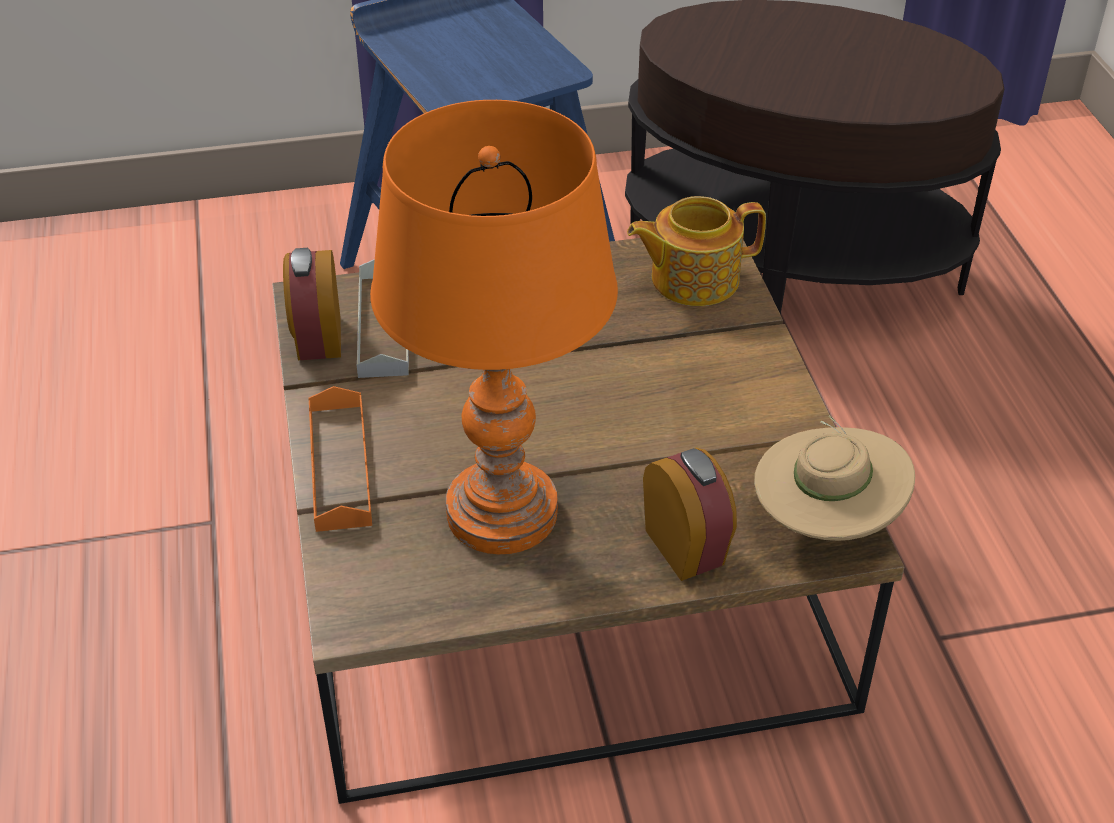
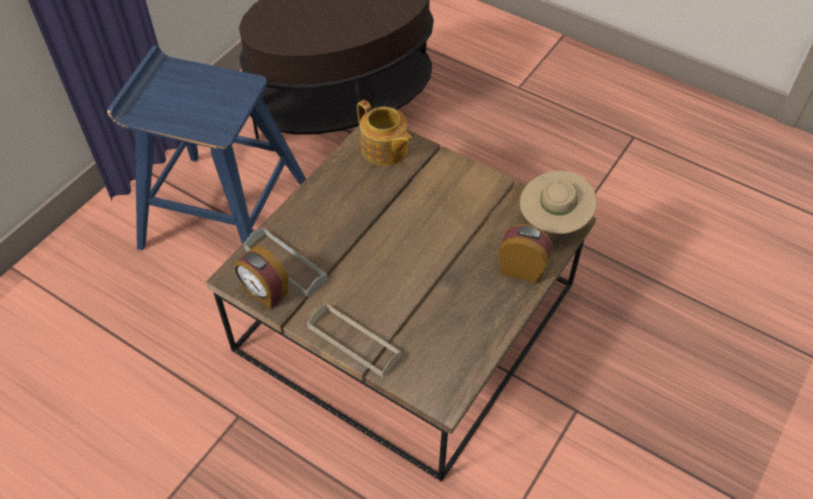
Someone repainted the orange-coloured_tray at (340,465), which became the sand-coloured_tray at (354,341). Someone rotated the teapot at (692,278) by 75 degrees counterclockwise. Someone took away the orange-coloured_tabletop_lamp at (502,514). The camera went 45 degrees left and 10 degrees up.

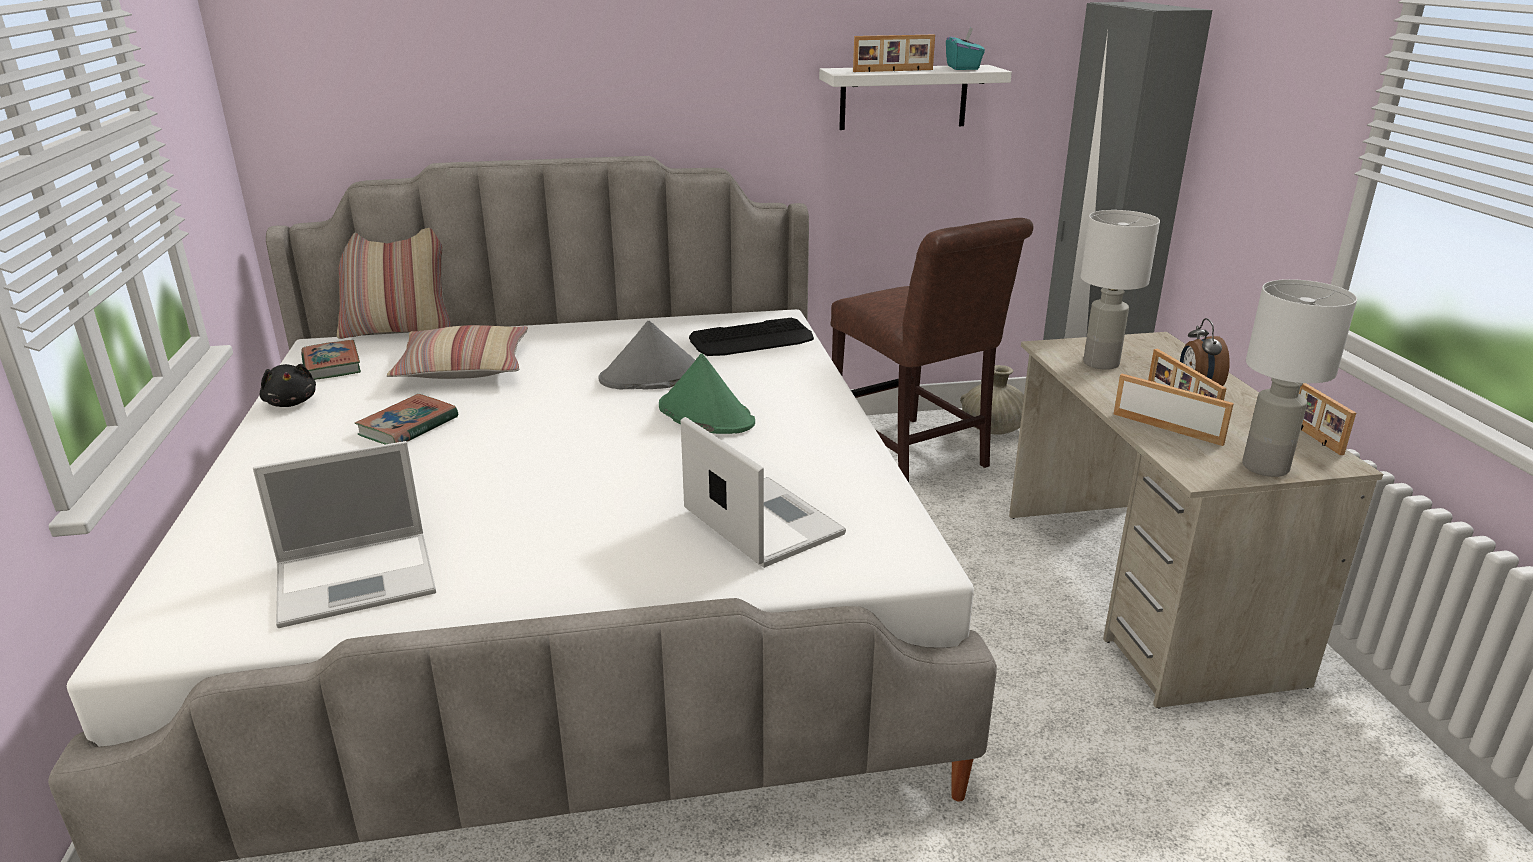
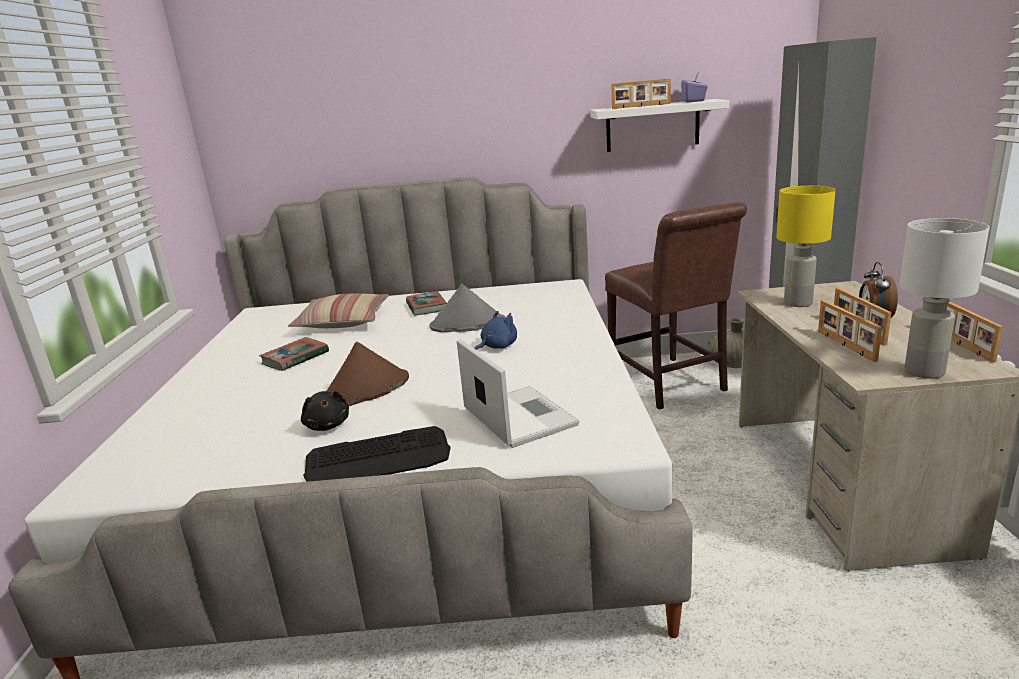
Someone carried the black-coloured_cuddly_toy from (291,402) to (327,425). Someone carried the computer_keyboard from (752,339) to (378,459). Someone put down the brownish_clothing_hat at (366,390). Someone carried the book from (331,365) to (426,307). Someone swapped the green_clothing_hat at (705,415) for the blue-coloured_cuddly_toy at (497,347). Someone repainted the turquoise-coloured_tissue_box at (963,68), which became the purple_tissue_box at (694,101). Someone repainted the white_tabletop_lamp at (1101,364), which became the yellow_tabletop_lamp at (798,303). Someone rotated the picture_frame at (1167,428) by 150 degrees counterclockwise. Someone took away the laptop at (359,578). Someone took away the pillow at (399,331). The camera went 10 degrees right and 5 degrees down.

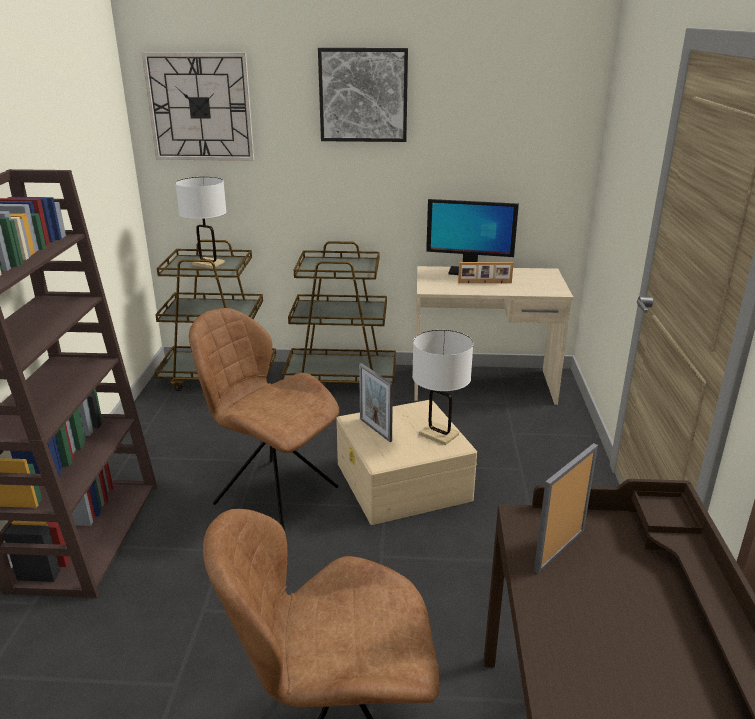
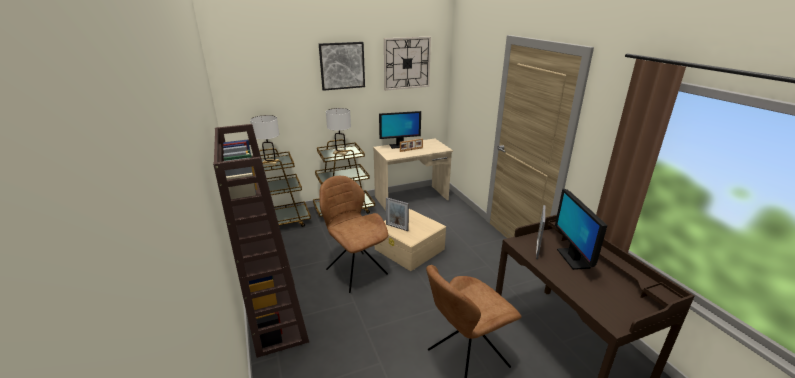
Someone rotated the brownish_plain_chair at (273,494) by 45 degrees clockwise. Someone carried the white_tabletop_lamp from (439,434) to (340,152). Someone carried the clock_on_the_wall from (200,107) to (407,63). Someone put down the monitor at (572,258). The camera went 25 degrees left and 0 degrees up.

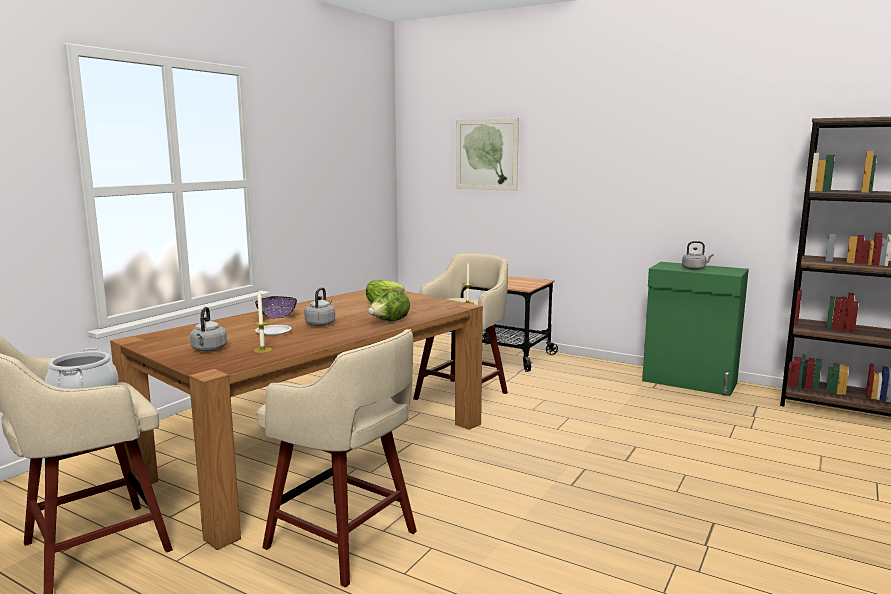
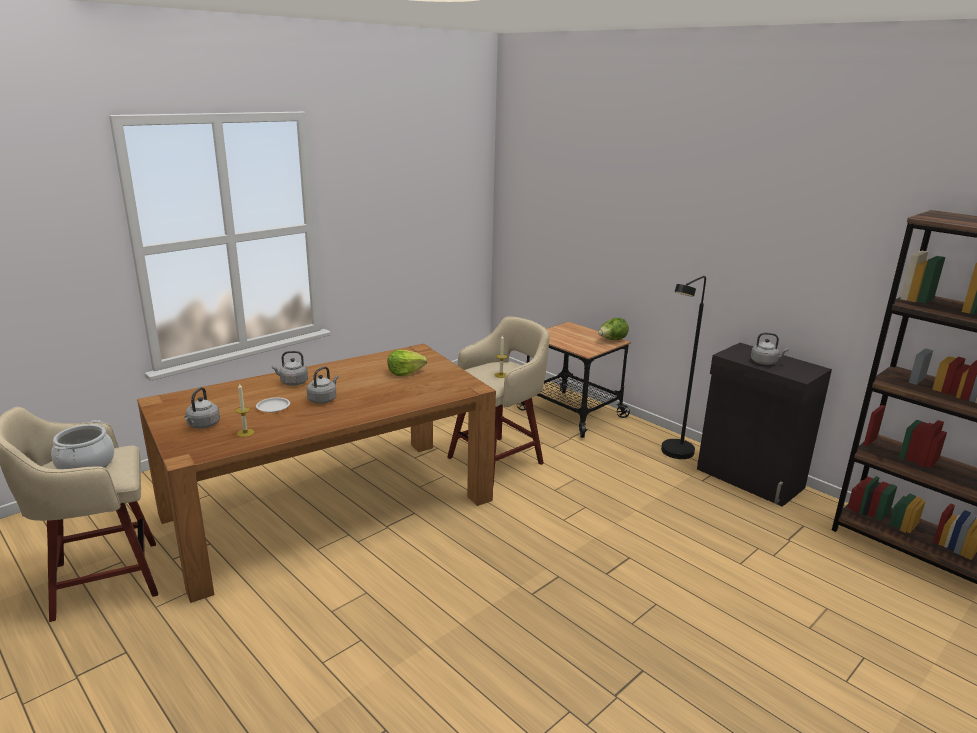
Someone swapped the purple_deep_dish at (275,317) for the greyish_water_kettle at (292,382). Someone carried the head_of_lettuce from (389,322) to (612,340). Someone put down the black-coloured_standing_lamp at (673,454). Someone repainted the green_cupboard at (689,382), which became the black-coloured_cupboard at (749,479). Someone took away the sand-coloured_stool at (344,541). Someone took away the wall_picture at (486,154). The camera went 15 degrees right and 10 degrees up.

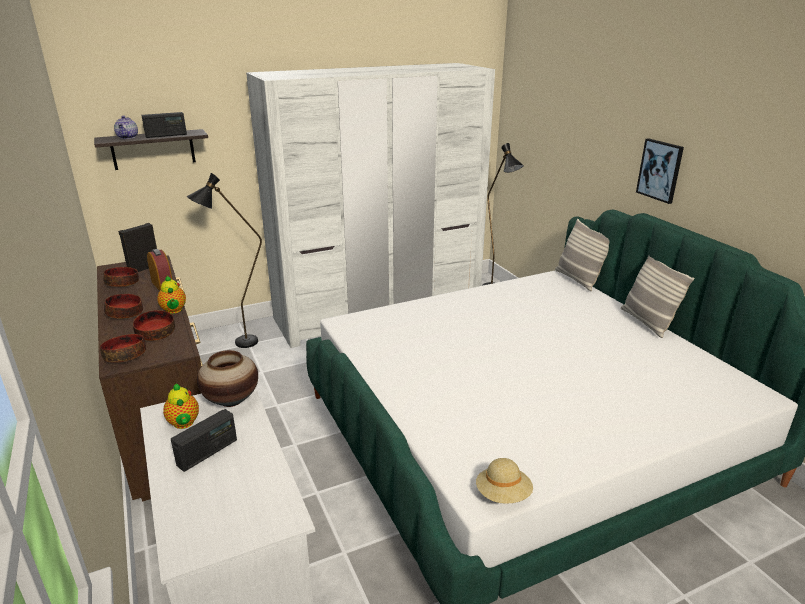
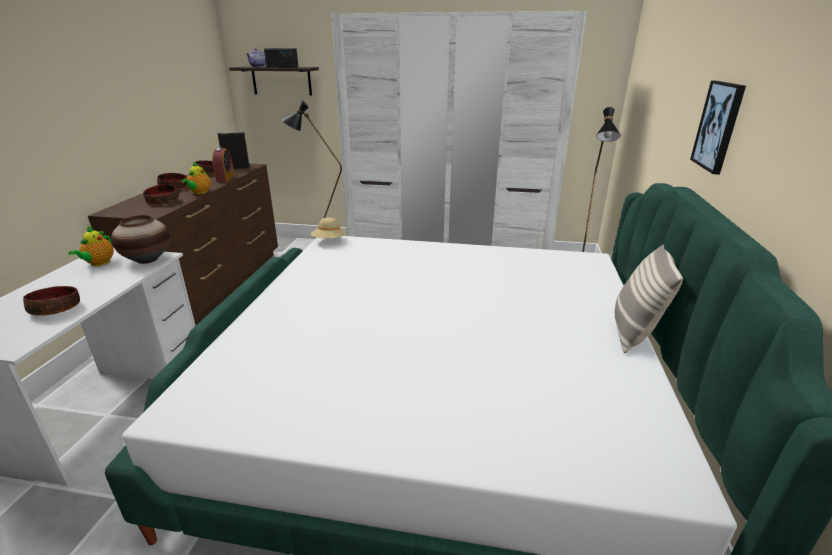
Someone carried the deep_dish from (126,356) to (56,309). Someone carried the sand-coloured_clothing_hat from (503,495) to (329,241). Someone took away the radio_receiver at (207,452). Someone took away the pillow at (578,279). The camera went 35 degrees right and 0 degrees up.

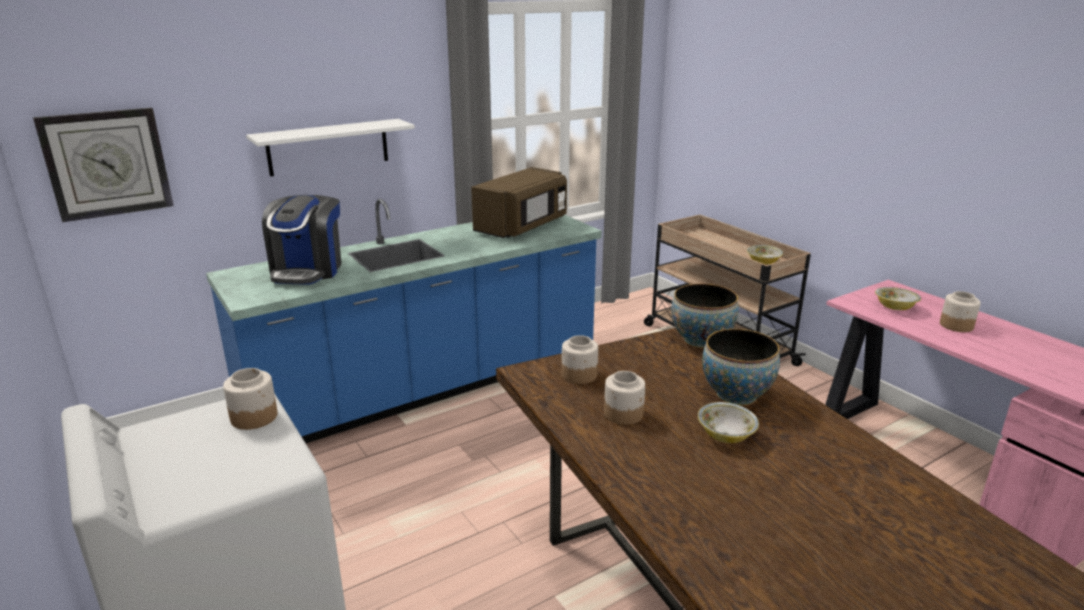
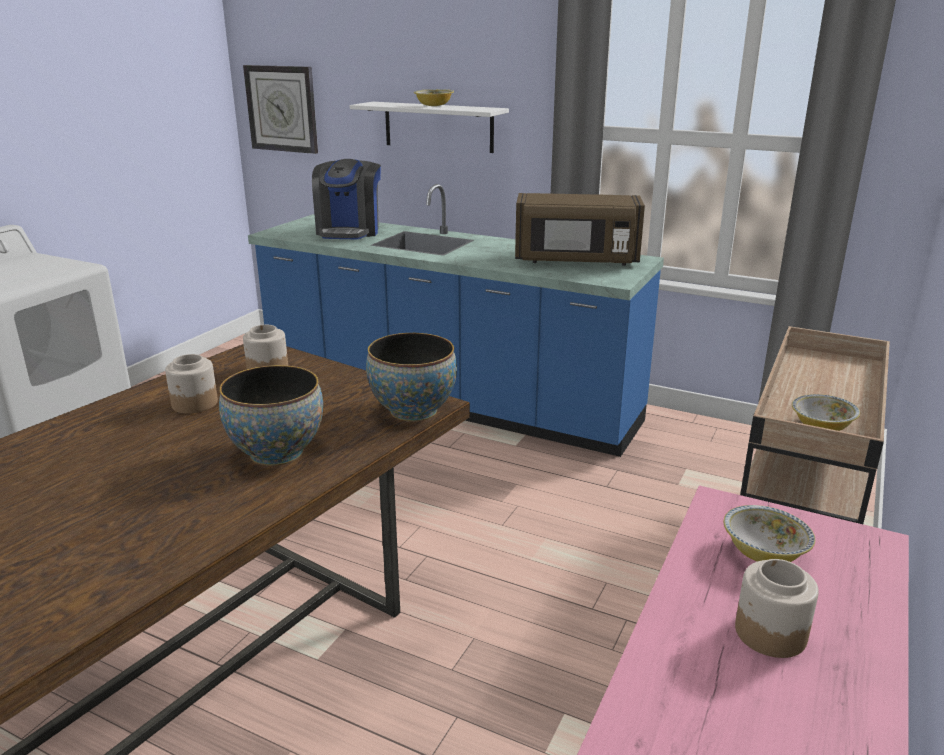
Someone rotated the coffee_brewer at (307,270) by 60 degrees counterclockwise. Someone carried the deep_dish from (726,435) to (434,106). Someone took away the storage_jar at (254,417). The camera went 60 degrees right and 0 degrees up.

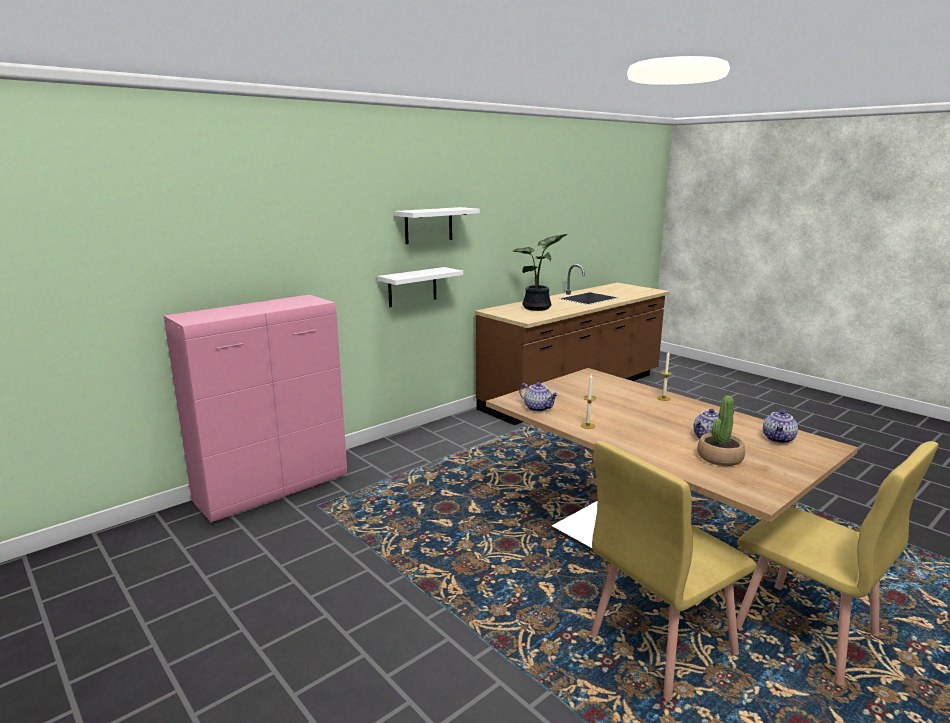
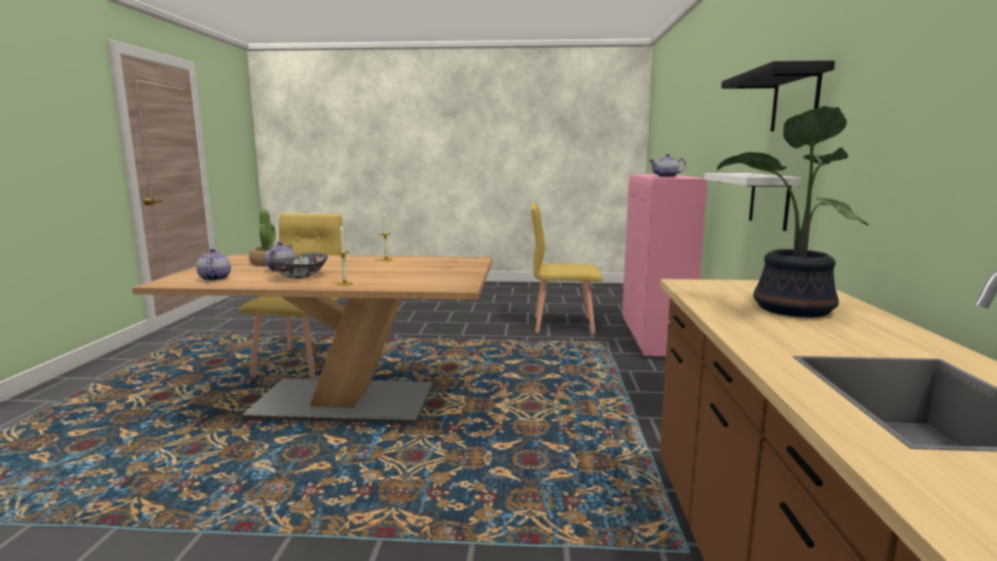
Someone put down the deep_dish at (300,276). Someone carried the yellow_plain_chair from (806,632) to (562,324). Someone carried the teapot from (538,408) to (666,177). Someone repainted the white_shelf at (428,225), which became the black-coloured_shelf at (795,100). The camera went 135 degrees right and 5 degrees down.

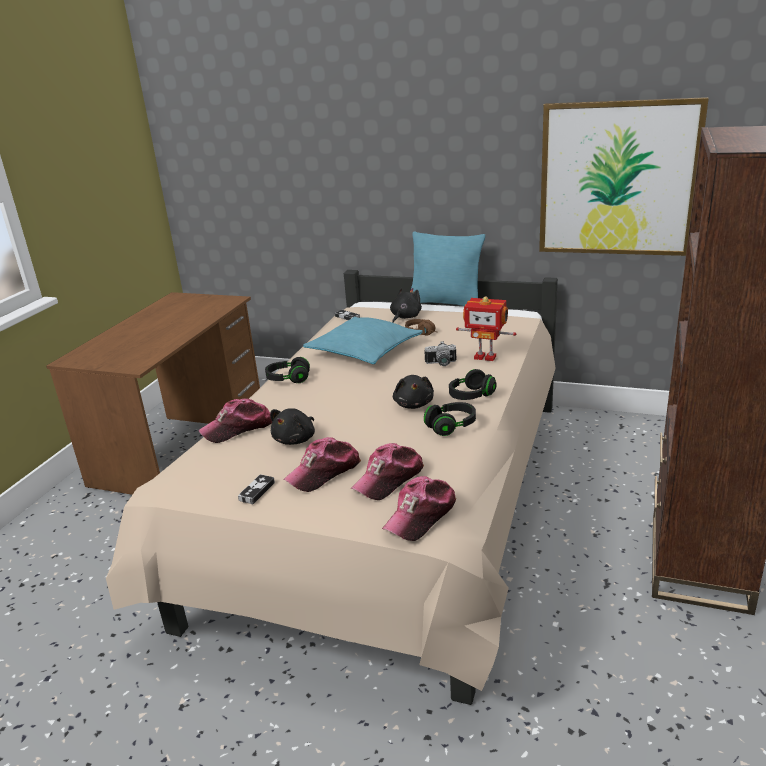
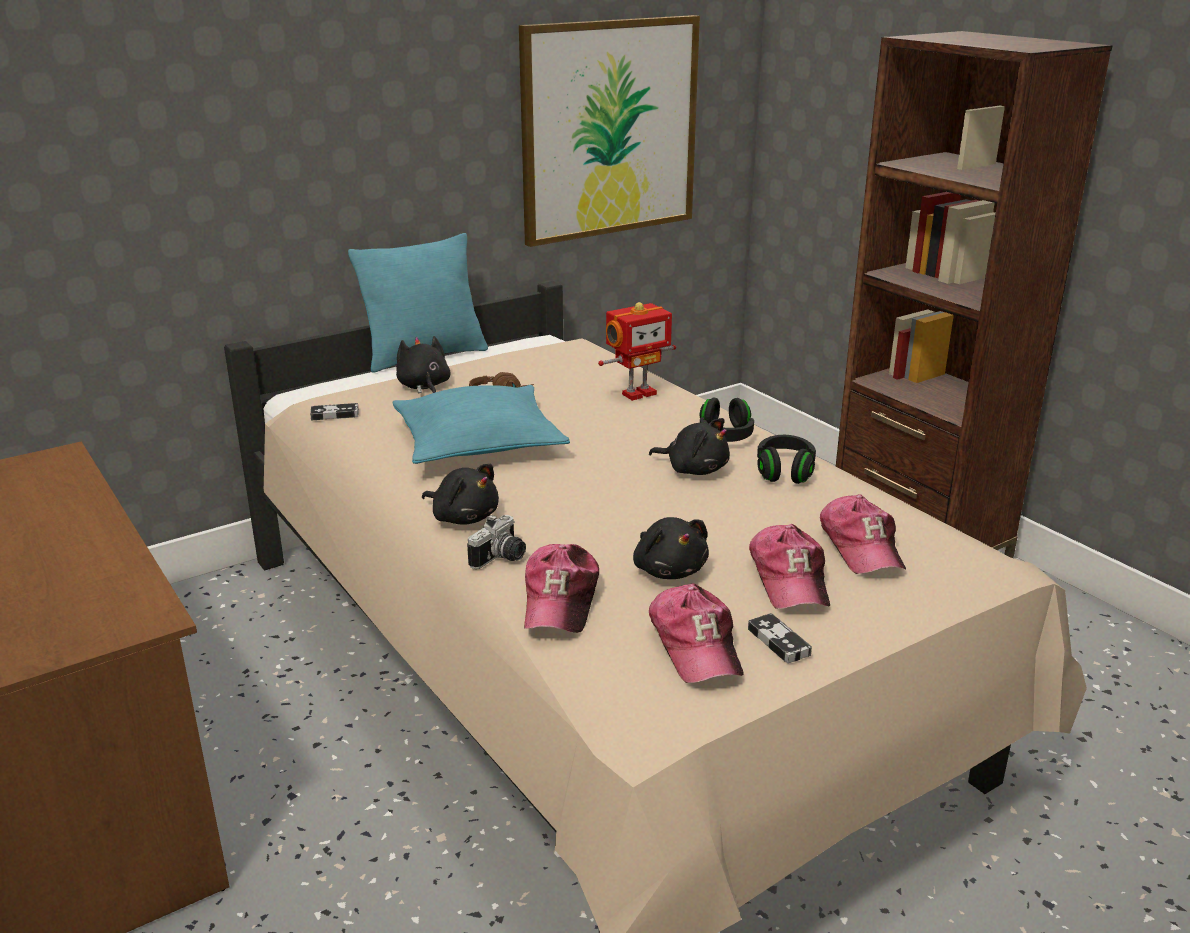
Someone swapped the black-coloured_headphones at (288,379) for the black-coloured_cuddly_toy at (463,517). Someone carried the photo_camera from (441,364) to (501,559). Someone carried the baseball_cap from (421,516) to (696,645). The camera went 55 degrees left and 0 degrees up.

